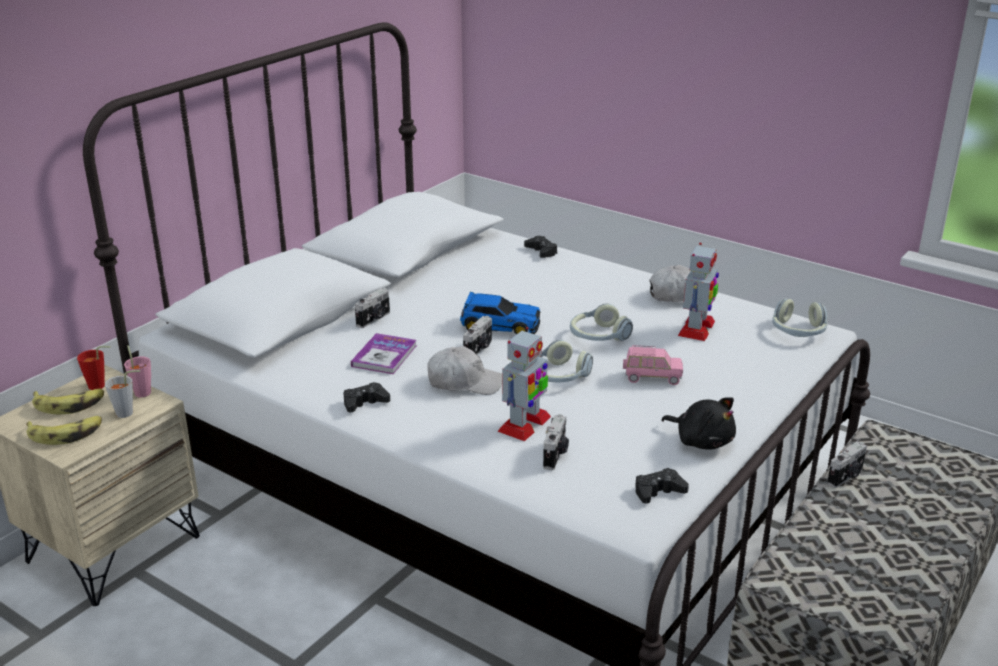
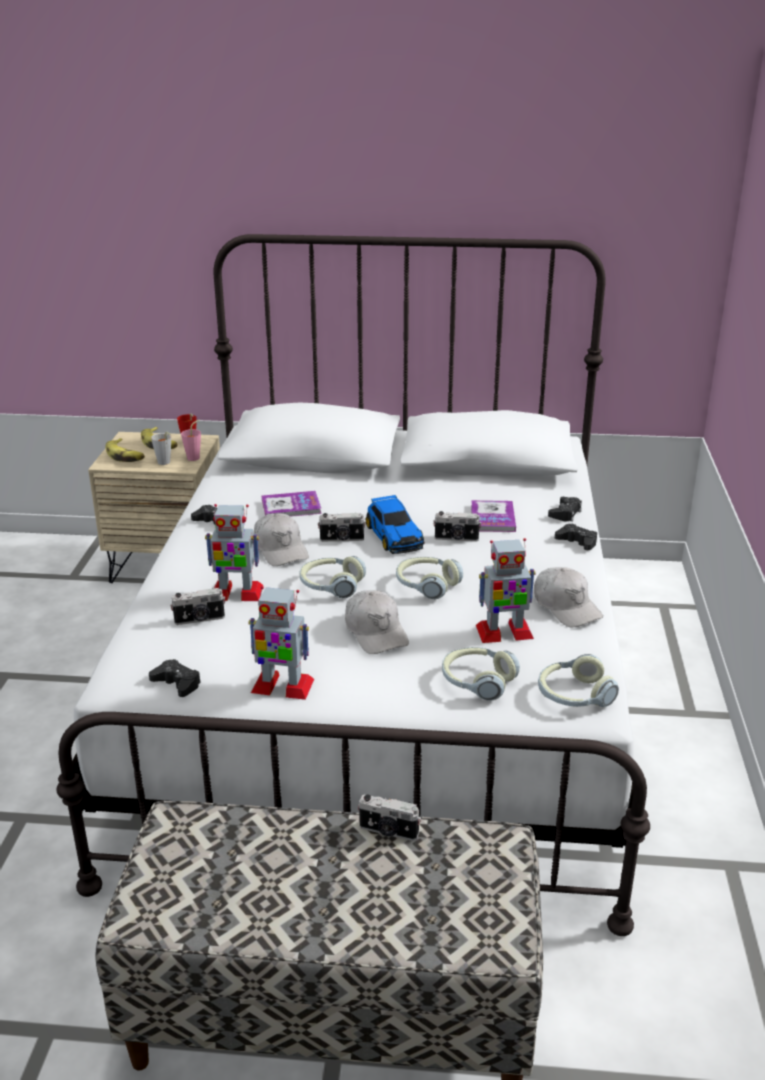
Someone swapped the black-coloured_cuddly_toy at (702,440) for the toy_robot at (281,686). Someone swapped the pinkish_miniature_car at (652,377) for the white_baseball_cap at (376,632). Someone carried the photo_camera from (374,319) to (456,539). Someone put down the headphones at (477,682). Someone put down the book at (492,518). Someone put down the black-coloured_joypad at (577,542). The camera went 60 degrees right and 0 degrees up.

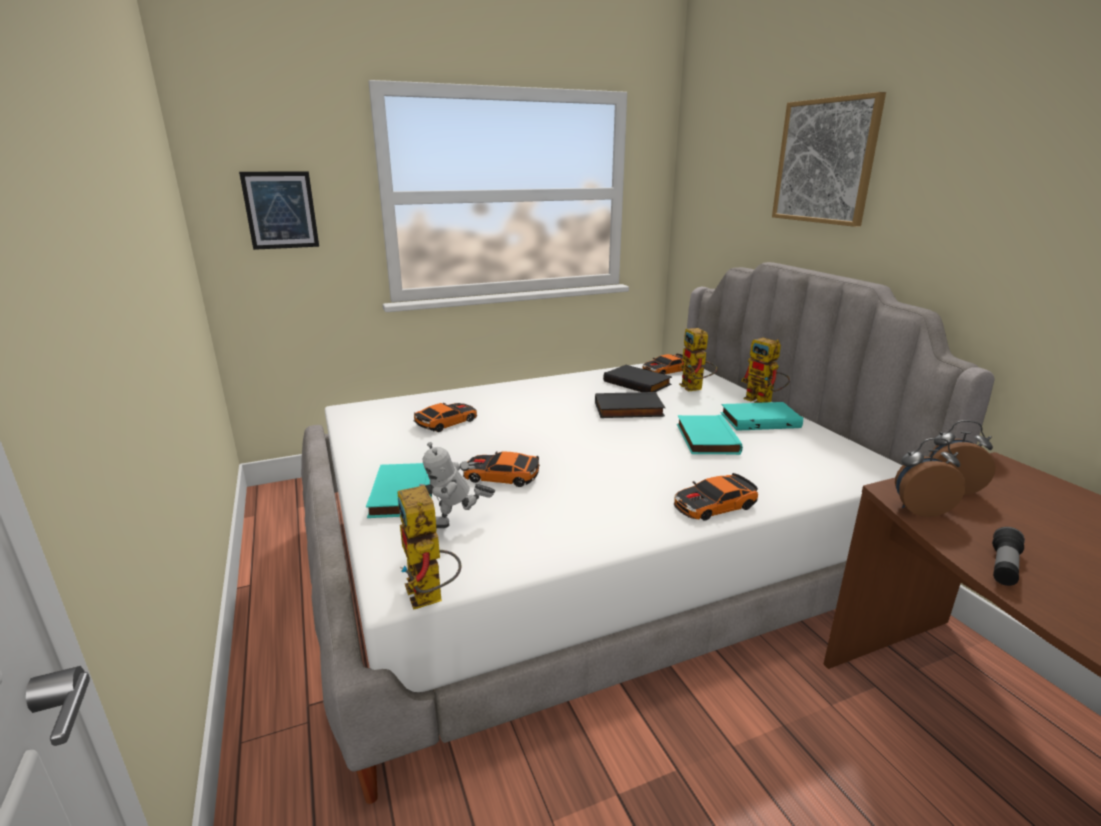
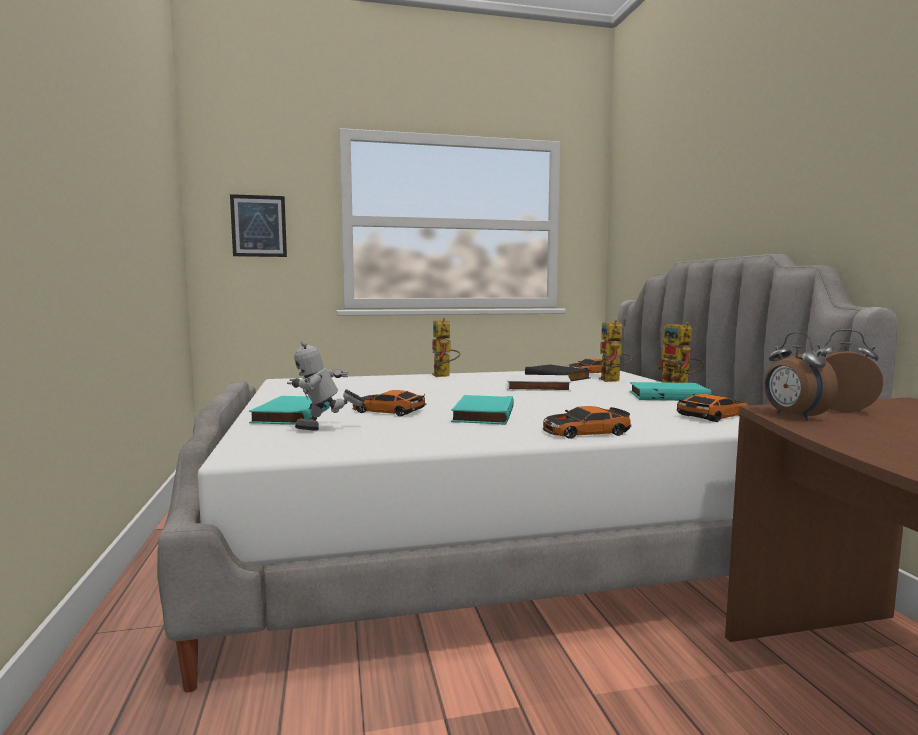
Someone carried the toy_robot from (430,598) to (444,376). Someone carried the turquoise-coloured_book from (705,438) to (482,414). Someone repainted the black-coloured_book at (628,410), which became the white_book at (537,388). Someone carried the miniature_car from (446,422) to (712,415). Someone rotated the alarm_clock at (919,509) by 120 degrees counterclockwise. Someone took away the wall_picture at (825,161). Someone took away the torch at (1003,567). The camera went 10 degrees right and 15 degrees down.

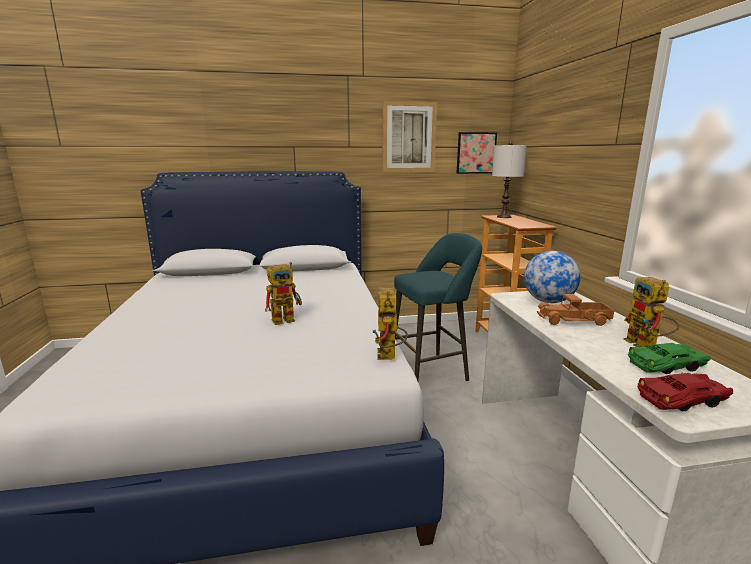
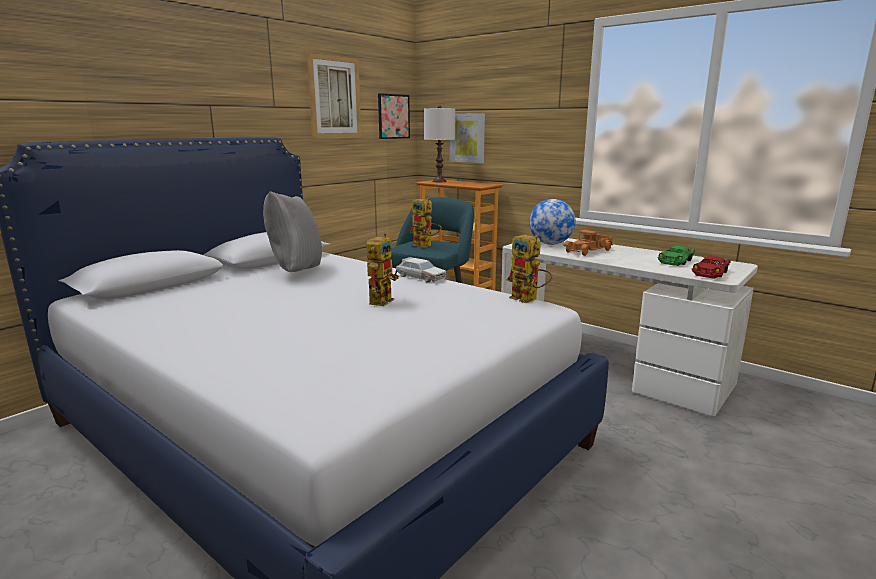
Someone put down the greyish_pillow at (295,271). Someone put down the miniature_car at (420,277). Someone carried the toy_robot from (646,346) to (426,245). Someone put up the wall_picture at (467,138). The camera went 40 degrees left and 0 degrees up.

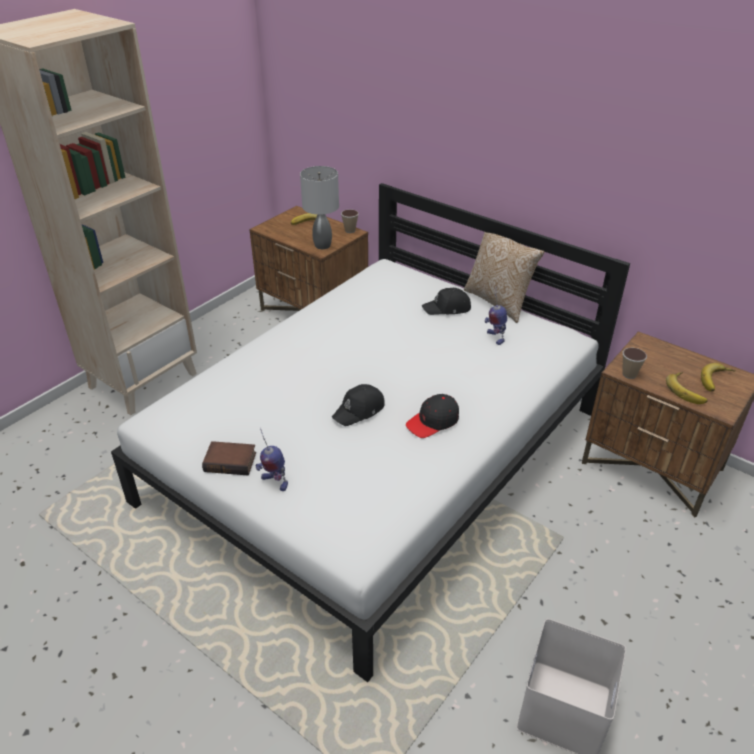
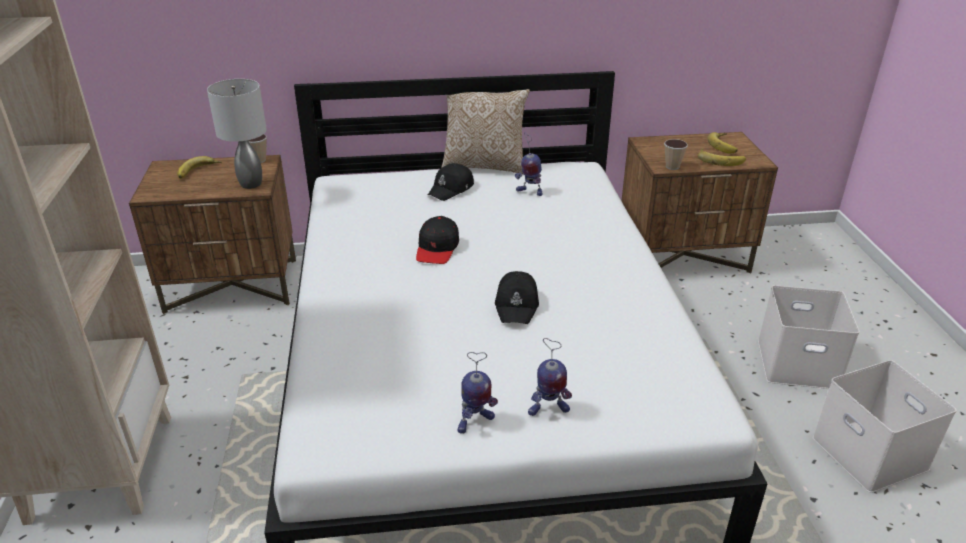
Someone carried the black-coloured_baseball_cap from (433,422) to (437,248). Someone swapped the book at (231,461) for the toy_robot at (474,422). Someone put down the white_storage_bin at (798,362). The camera went 45 degrees left and 5 degrees down.

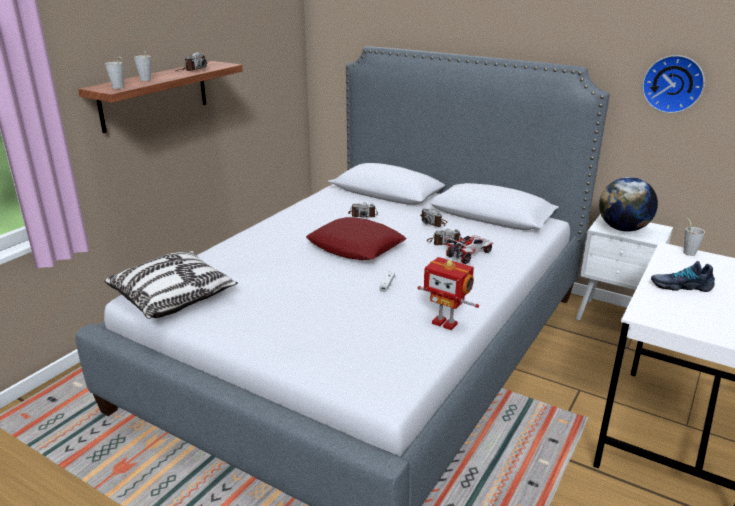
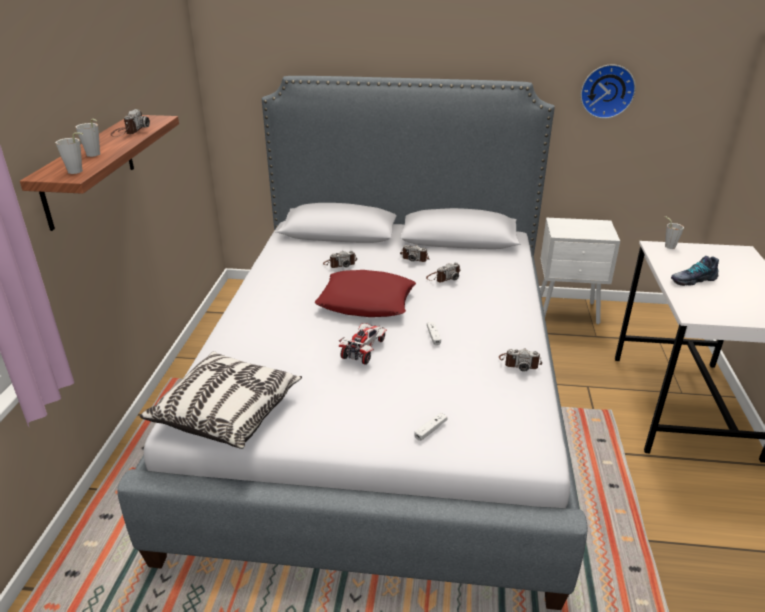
Someone carried the miniature_car from (469,255) to (364,349). Someone put down the white_joypad at (430,430). Someone swapped the toy_robot at (445,323) for the photo_camera at (519,363). Someone took away the globe at (623,229). The camera went 25 degrees left and 5 degrees up.

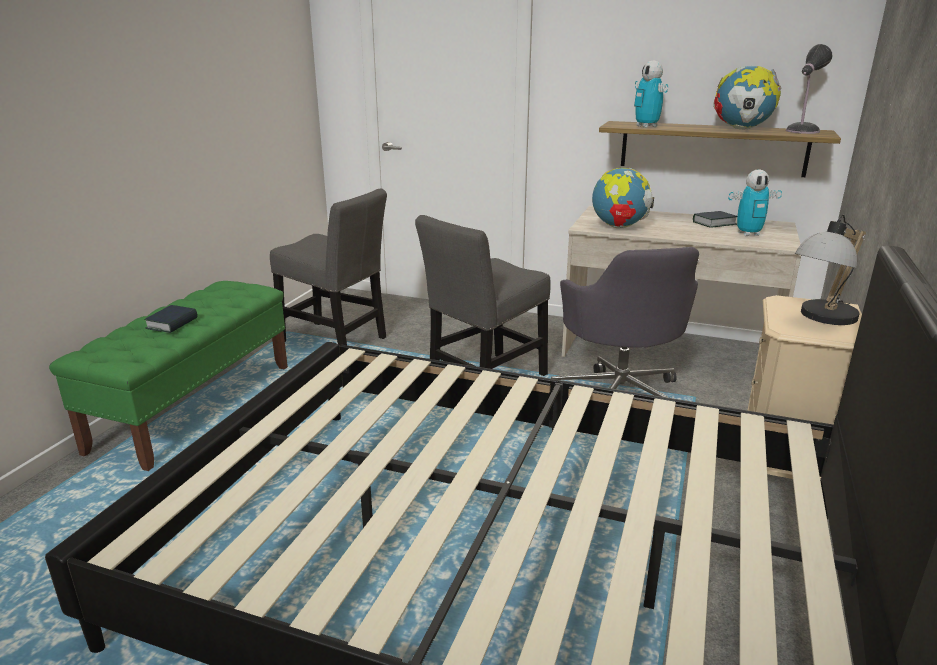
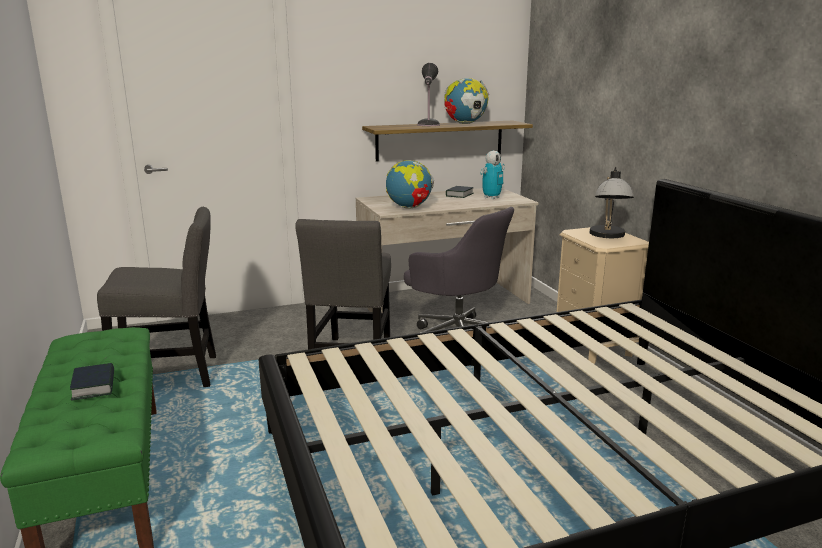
Someone carried the tabletop_lamp from (801,131) to (428,125). Someone took away the toy_robot at (646,126). The camera went 40 degrees left and 5 degrees down.

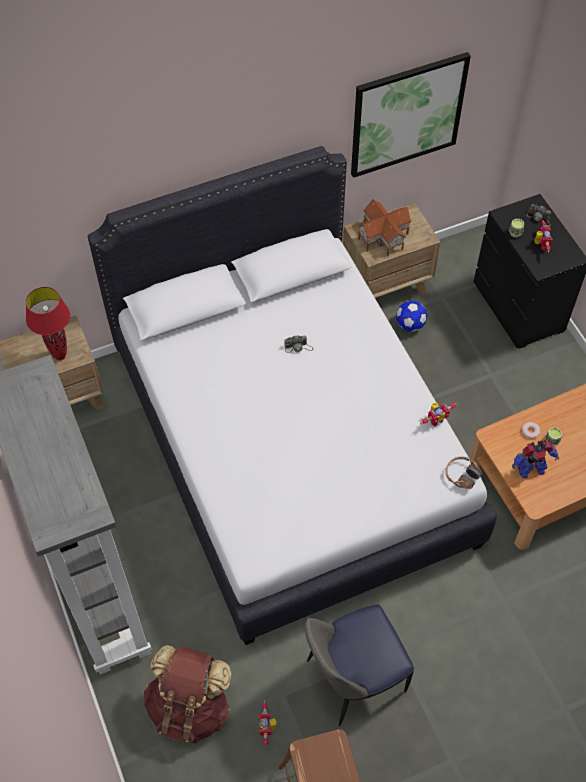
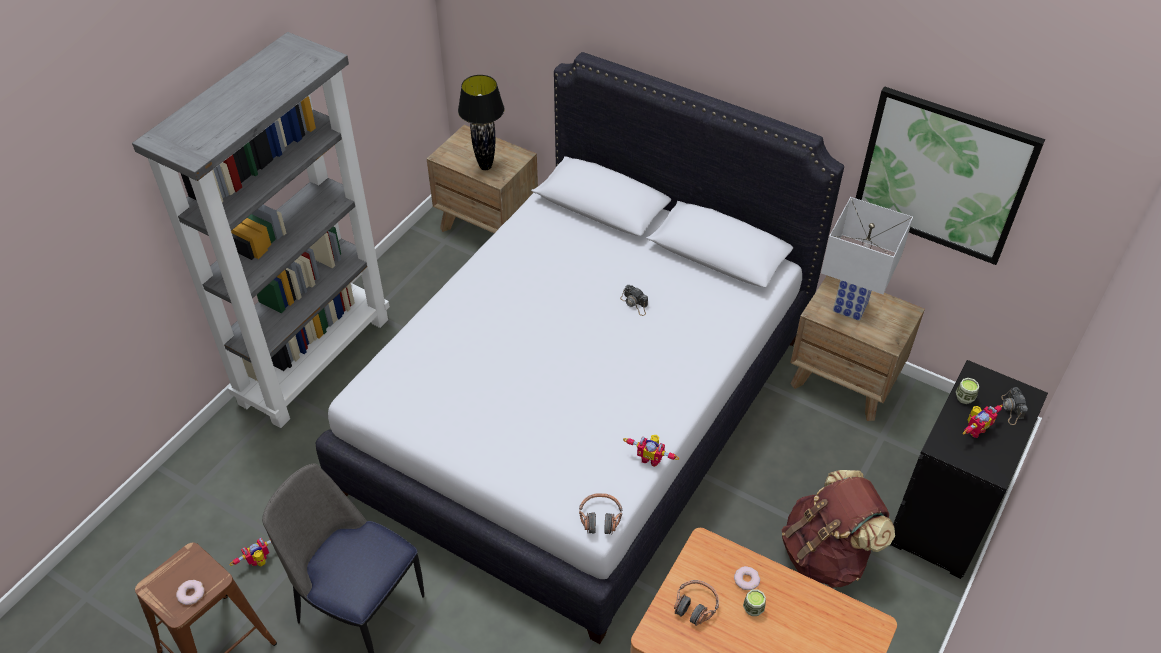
Someone put down the ring_doughnut at (191,594). Someone repainted the red-coloured_tabletop_lamp at (60,355), which became the black-coloured_tabletop_lamp at (486,166). Someone swapped the toy_robot at (530,469) for the headphones at (695,606). Someone carried the brownish_knapsack from (190,707) to (826,554). Someone swapped the miniature_house at (382,237) for the white_tabletop_lamp at (849,307). Someone took away the football at (410,325). The camera went 55 degrees right and 10 degrees down.

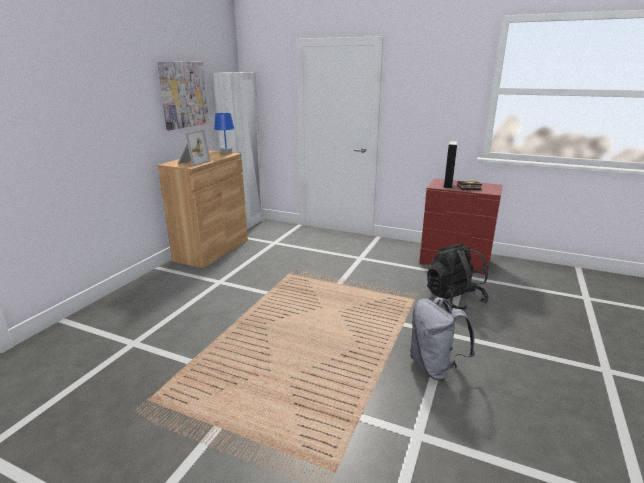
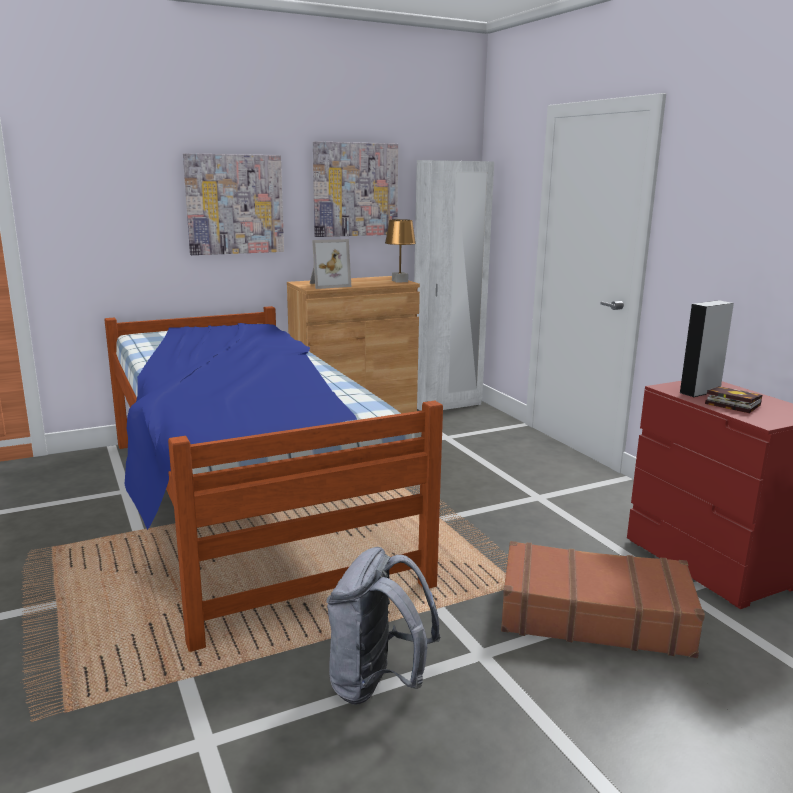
Someone put down the bed at (244,503). Someone put up the wall_picture at (234,204). Someone repainted the blue-coloured_tabletop_lamp at (226,153), which became the brownish_tabletop_lamp at (399,281). Someone swapped the black-coloured_knapsack at (454,299) for the brownish_suitcase at (593,615). The camera went 40 degrees right and 5 degrees down.

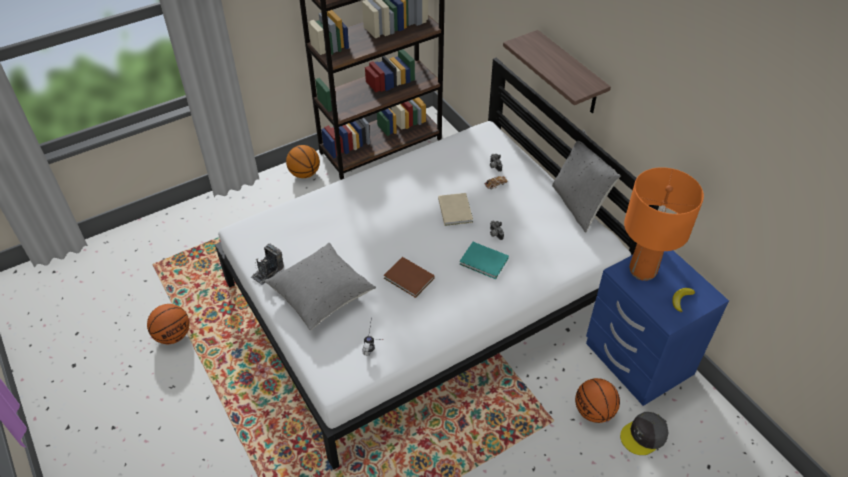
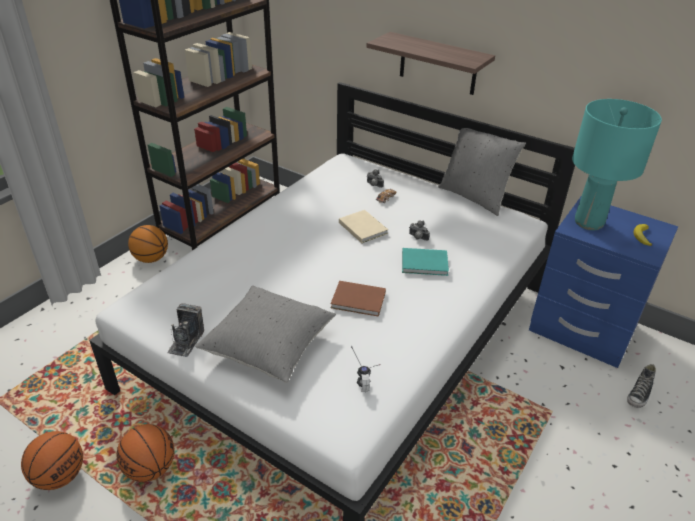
Someone carried the basketball_ball from (594,411) to (150,468). Someone repainted the orange-coloured_tabletop_lamp at (642,270), which became the turquoise-coloured_tabletop_lamp at (588,222). Someone swapped the greyish_baseball_cap at (644,436) for the item_of_footwear at (639,395). The camera went 25 degrees left and 10 degrees down.

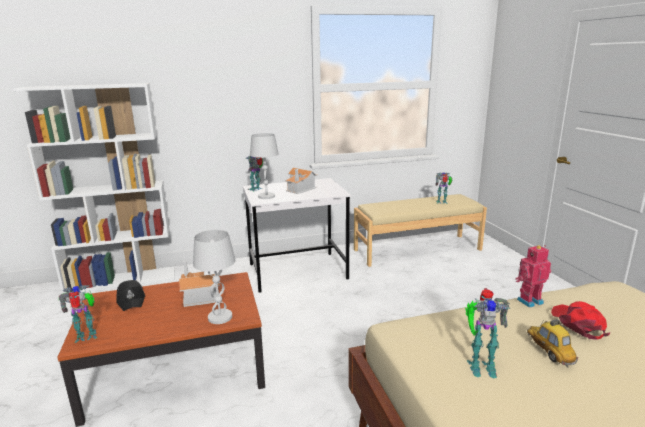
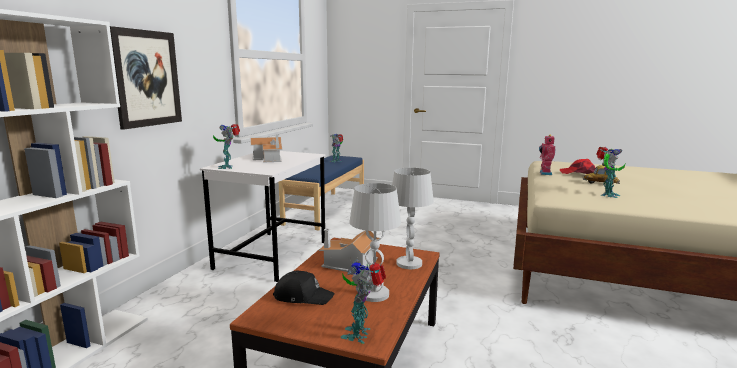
Someone put up the wall_picture at (146,78). Someone repainted the sand-coloured_bench at (417,249), which became the blue-coloured_bench at (325,209). Someone carried the white_tabletop_lamp from (266,196) to (373,294). The camera went 55 degrees left and 5 degrees down.

